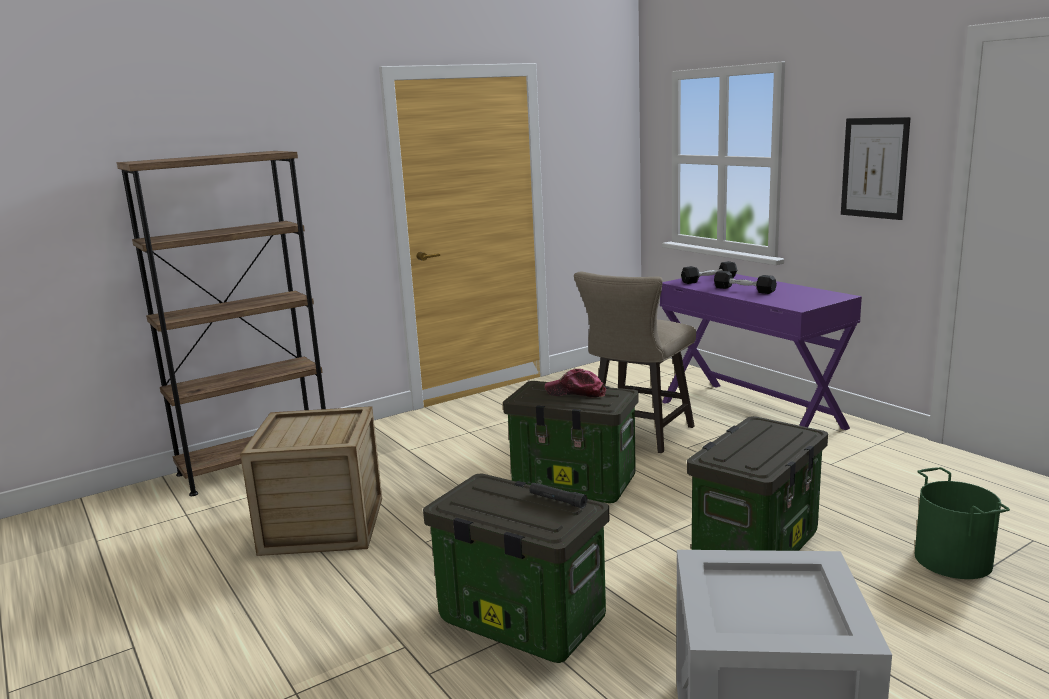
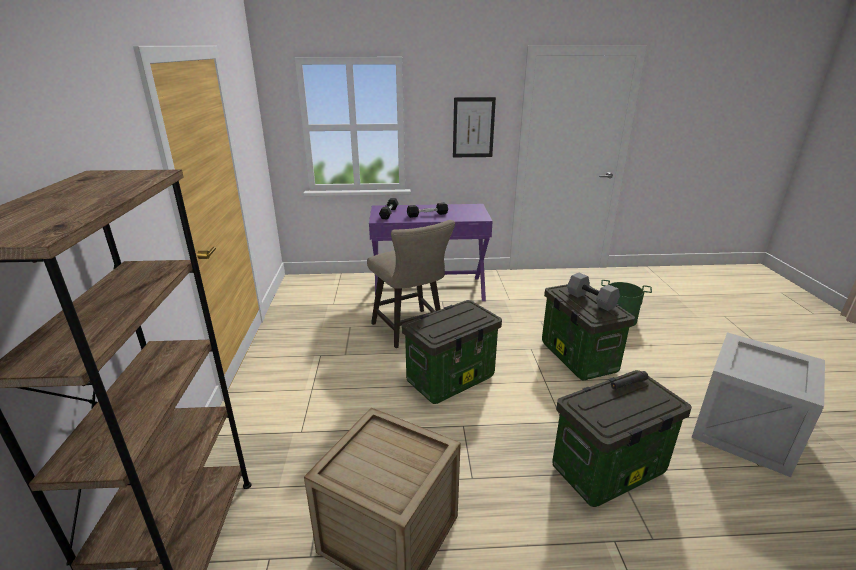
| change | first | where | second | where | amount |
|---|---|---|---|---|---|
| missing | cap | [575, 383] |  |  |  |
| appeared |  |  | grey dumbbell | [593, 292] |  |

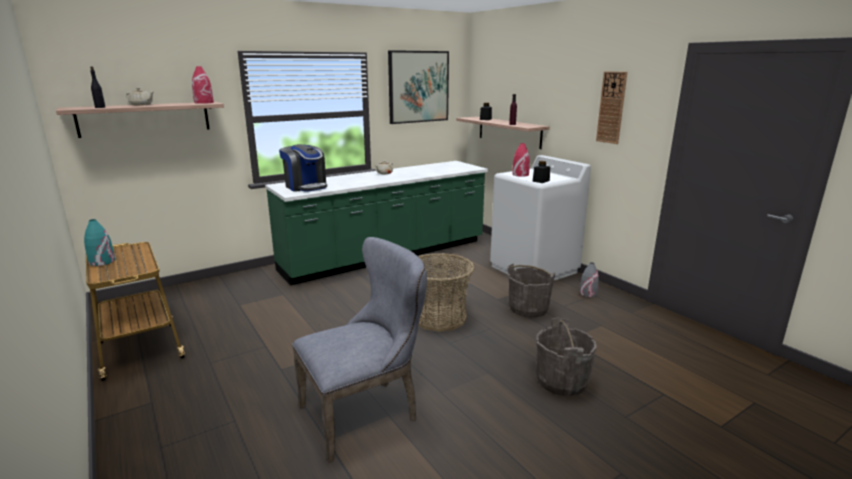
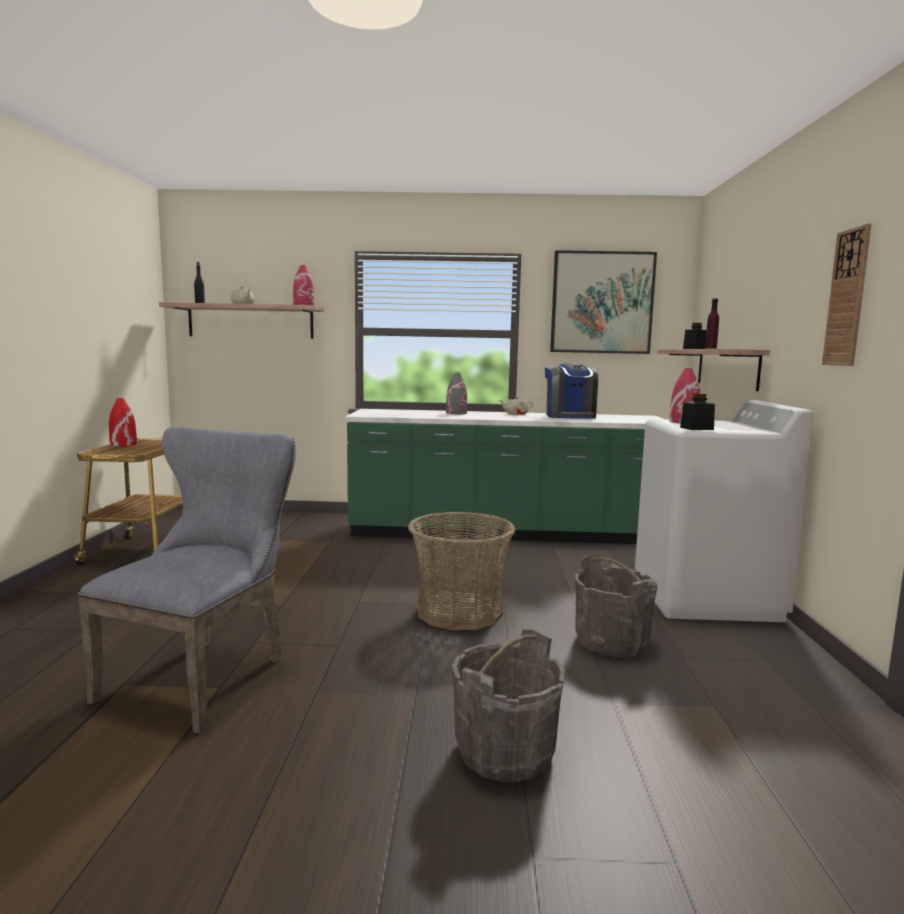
| change | first | where | second | where | amount |
|---|---|---|---|---|---|
| colour | turquoise vase | [100, 242] | red vase | [123, 422] |  |
| relocated | coffee machine | [303, 168] |  | [571, 390] |  |
| spun | grey chair | [359, 350] |  | [186, 580] | 75 degrees counterclockwise |
| relocated | grey vase | [589, 279] |  | [456, 393] |  |

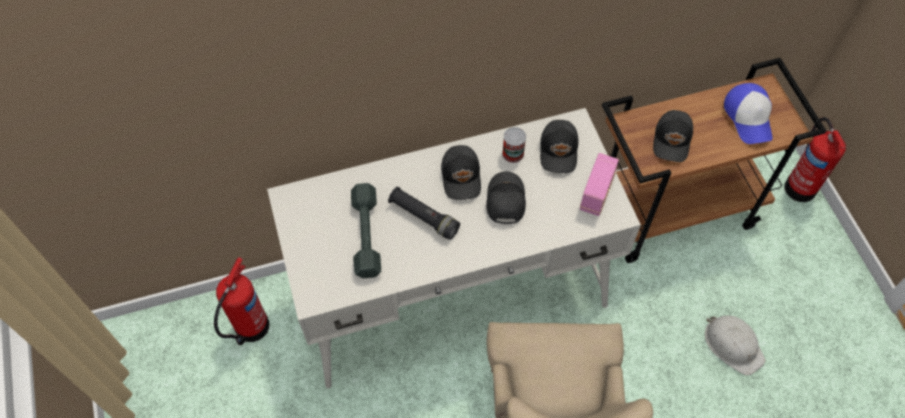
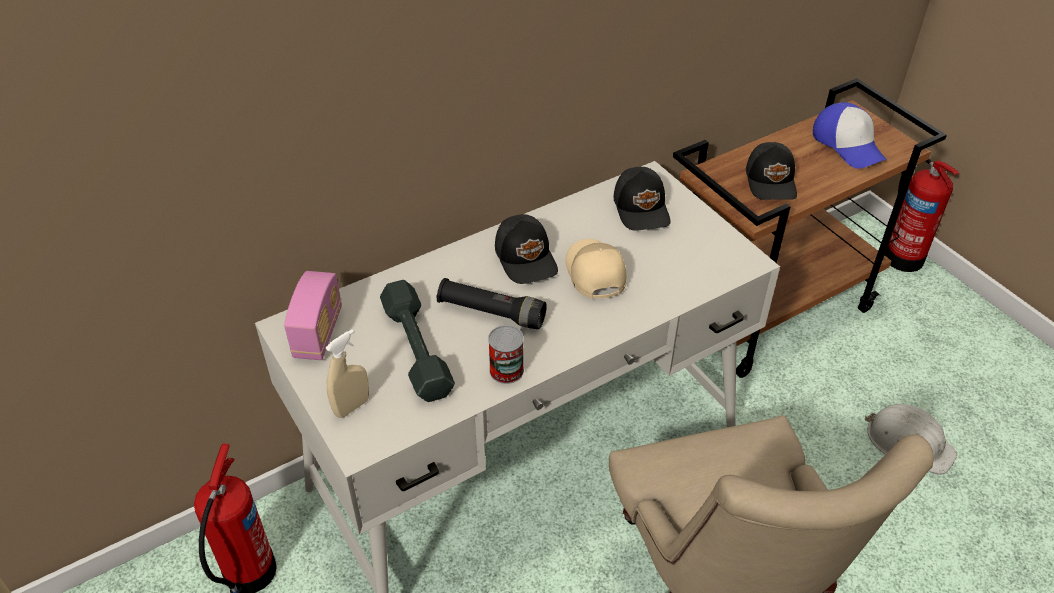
| change | first | where | second | where | amount |
|---|---|---|---|---|---|
| colour | black cap | [506, 198] | beige cap | [596, 269] |  |
| relocated | can | [514, 145] |  | [506, 354] |  |
| relocated | radio | [599, 184] |  | [313, 315] |  |
| appeared |  |  | beige spray bottle | [347, 373] |  |

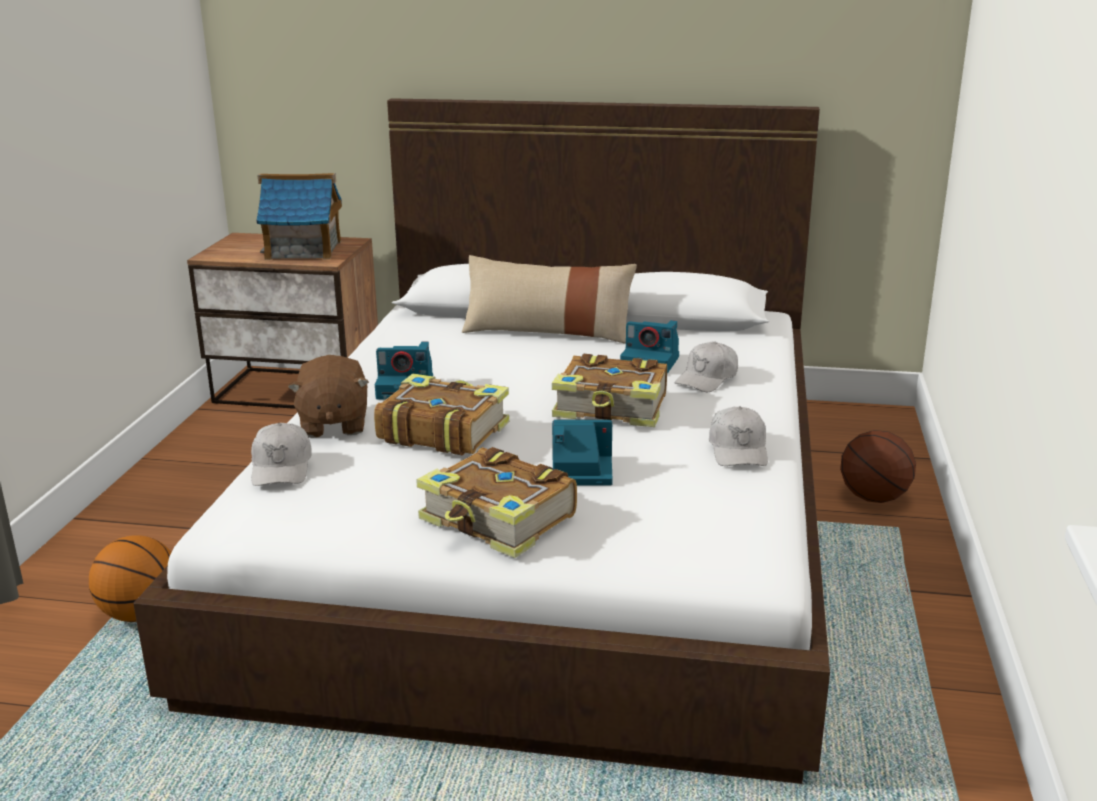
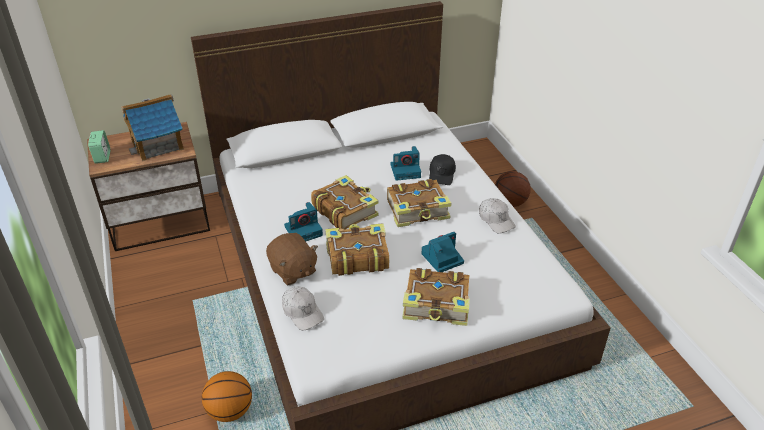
| change | first | where | second | where | amount |
|---|---|---|---|---|---|
| missing | beige pillow | [549, 299] |  |  |  |
| colour | white cap | [706, 367] | black cap | [442, 169] |  |
| appeared |  |  | alarm clock | [99, 147] |  |
| appeared |  |  | book | [345, 202] |  |

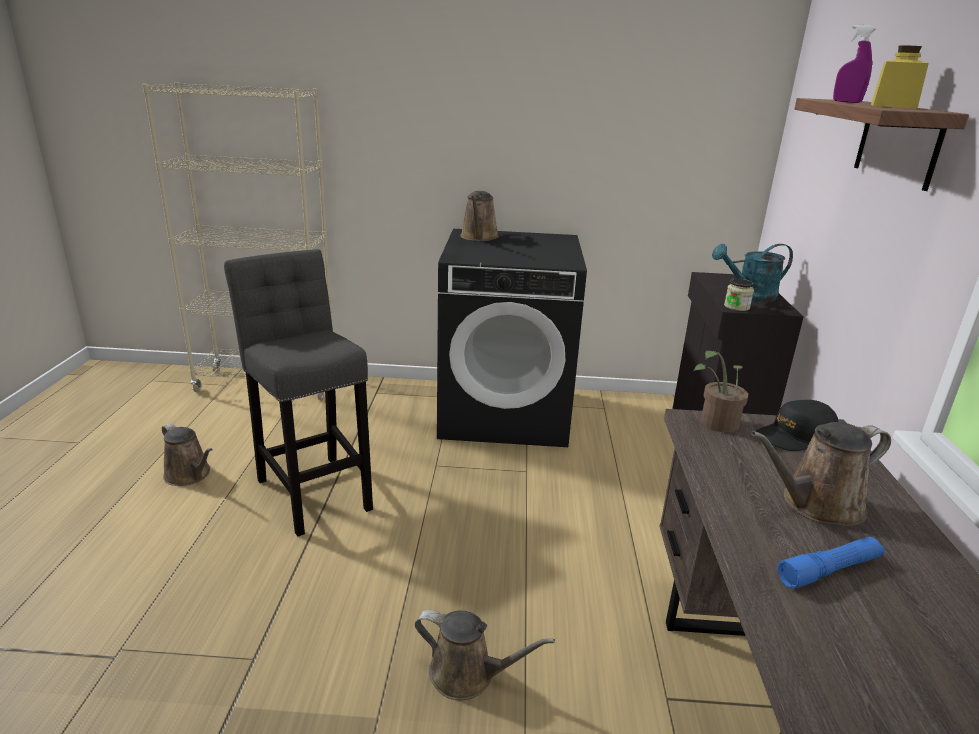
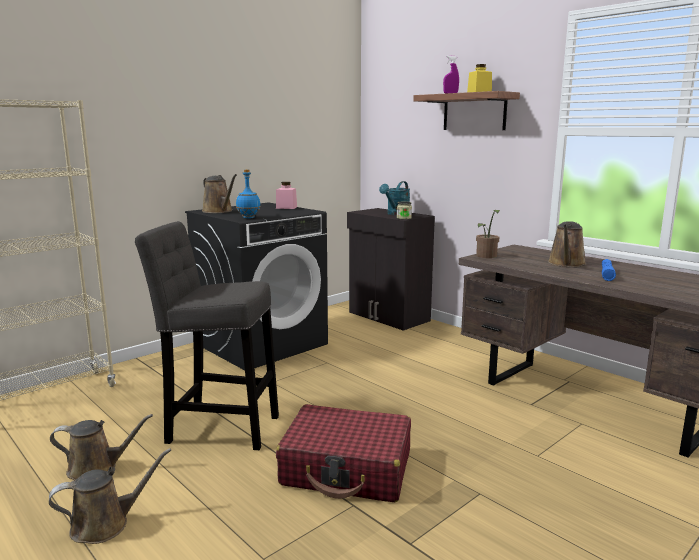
| change | first | where | second | where | amount |
|---|---|---|---|---|---|
| relocated | brown watering can | [485, 655] |  | [110, 496] |  |
| missing | black cap | [797, 425] |  |  |  |
| appeared |  |  | blue bottle | [248, 194] |  |
| appeared |  |  | pink jar | [286, 195] |  |
| appeared |  |  | red suitcase | [343, 453] |  |

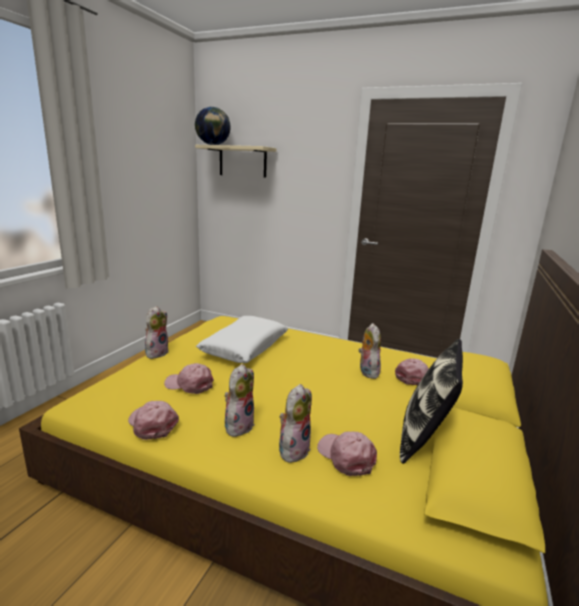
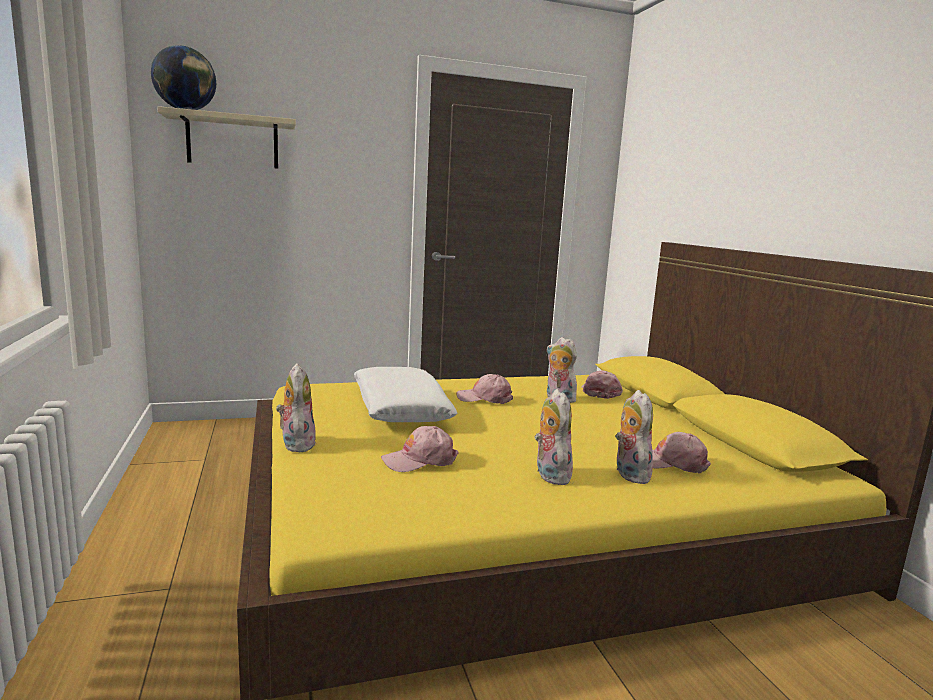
| change | first | where | second | where | amount |
|---|---|---|---|---|---|
| relocated | pink cap | [153, 420] |  | [485, 389] |  |
| missing | pillow | [431, 401] |  |  |  |

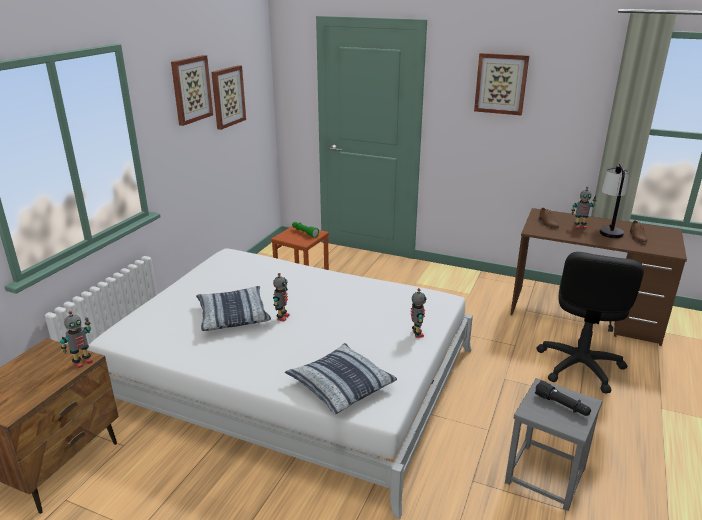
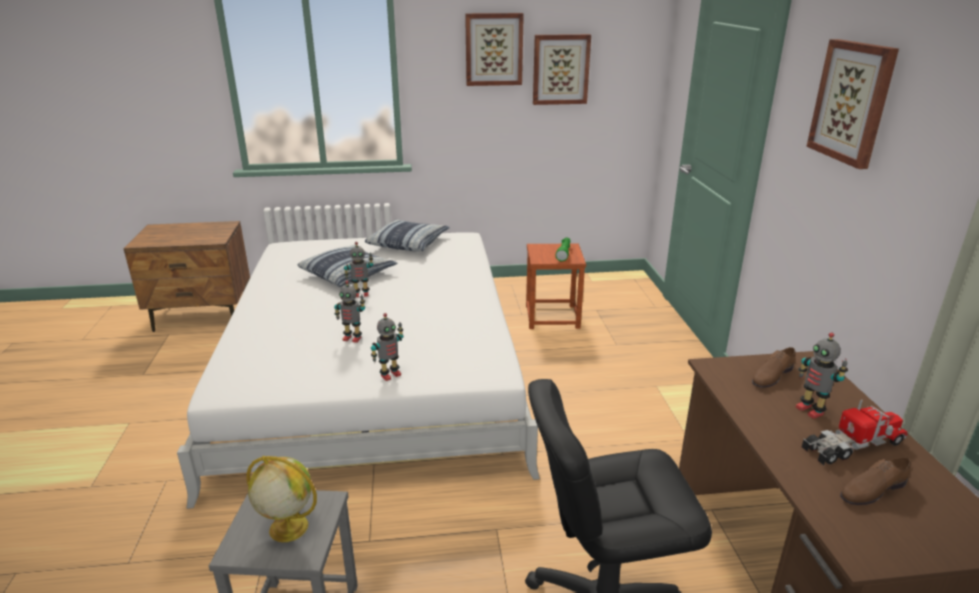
| change | first | where | second | where | amount |
|---|---|---|---|---|---|
| relocated | toy robot | [76, 339] |  | [349, 312] |  |
| relocated | pillow | [341, 378] |  | [407, 235] |  |
| exchanged | black flashlight | [563, 398] | globe | [281, 499] |  |
| exchanged | table lamp | [614, 201] | toy truck | [855, 432] |  |

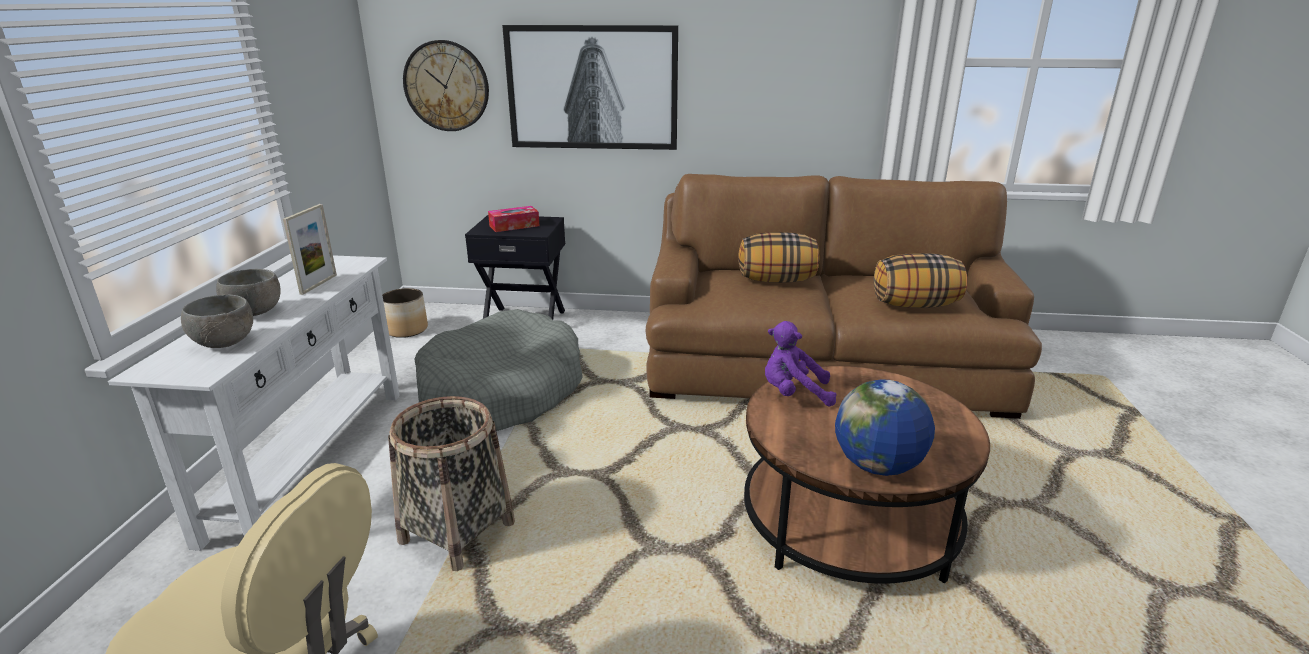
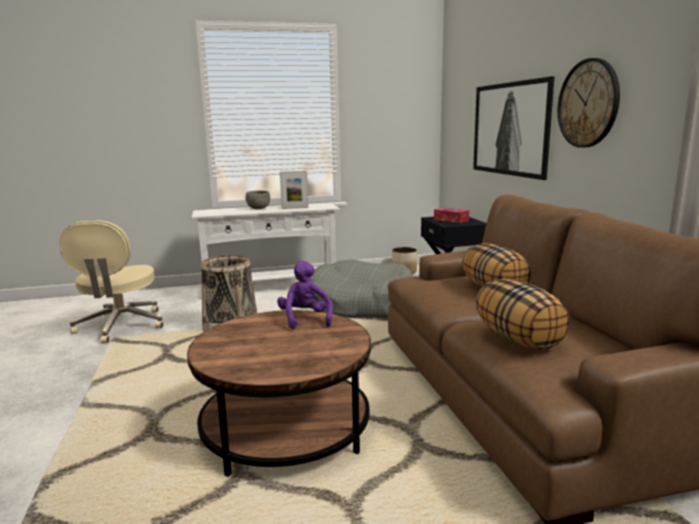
| change | first | where | second | where | amount |
|---|---|---|---|---|---|
| missing | grey bowl | [217, 321] |  |  |  |
| relocated | wall clock | [446, 85] |  | [589, 103] |  |
| missing | globe | [885, 428] |  |  |  |

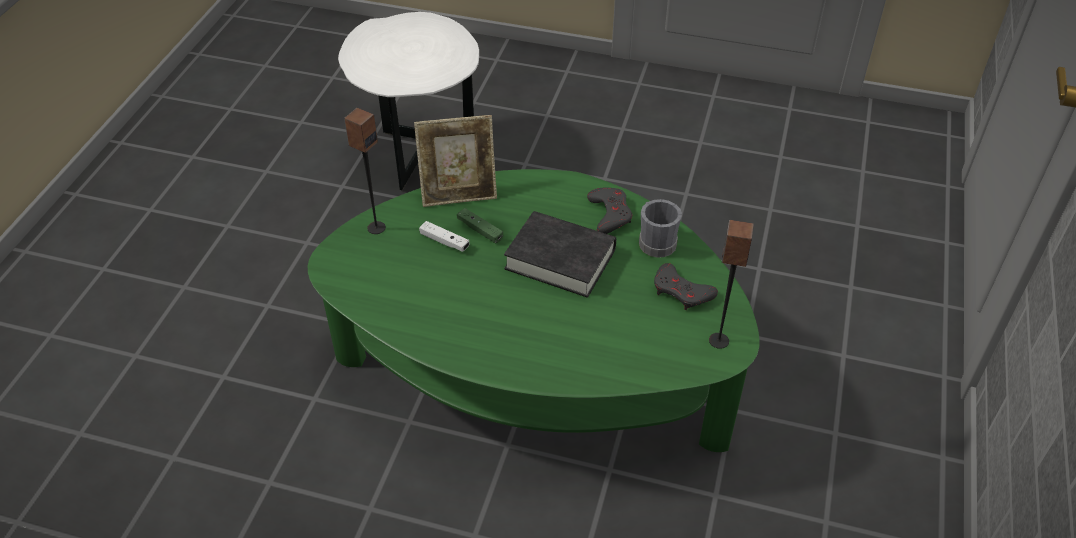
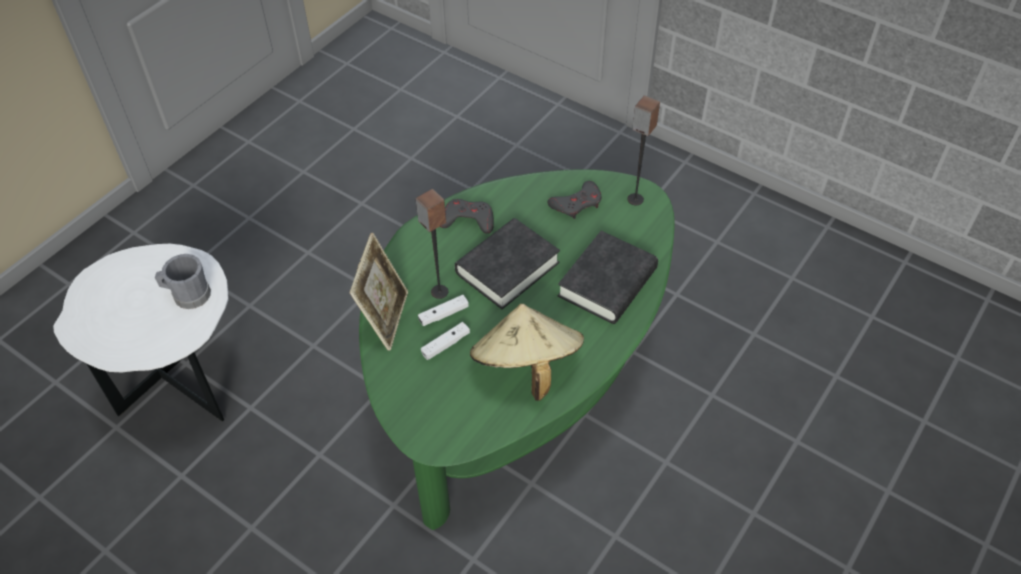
| change | first | where | second | where | amount |
|---|---|---|---|---|---|
| relocated | speaker | [365, 171] |  | [432, 244] |  |
| colour | green game controller | [480, 225] | white game controller | [443, 310] |  |
| relocated | grey mug | [660, 228] |  | [183, 281] |  |
| appeared |  |  | beige hat | [527, 352] |  |
| appeared |  |  | black book | [608, 277] |  |

